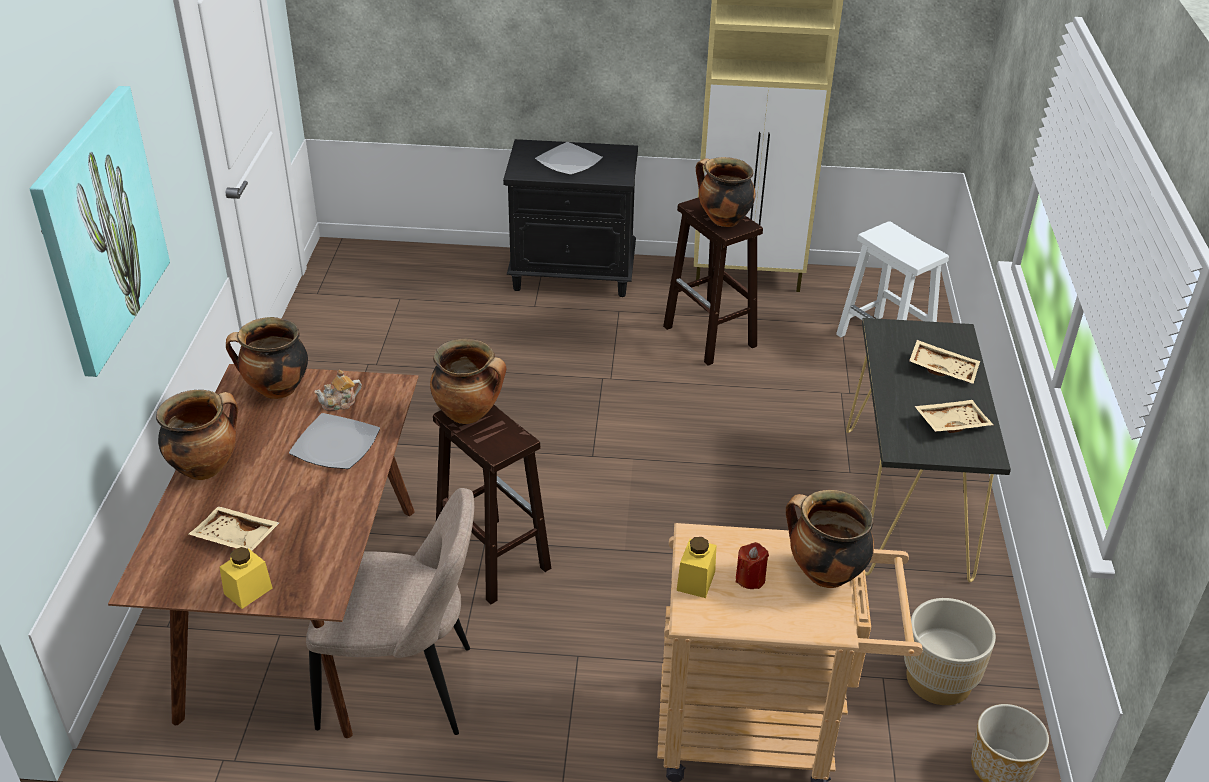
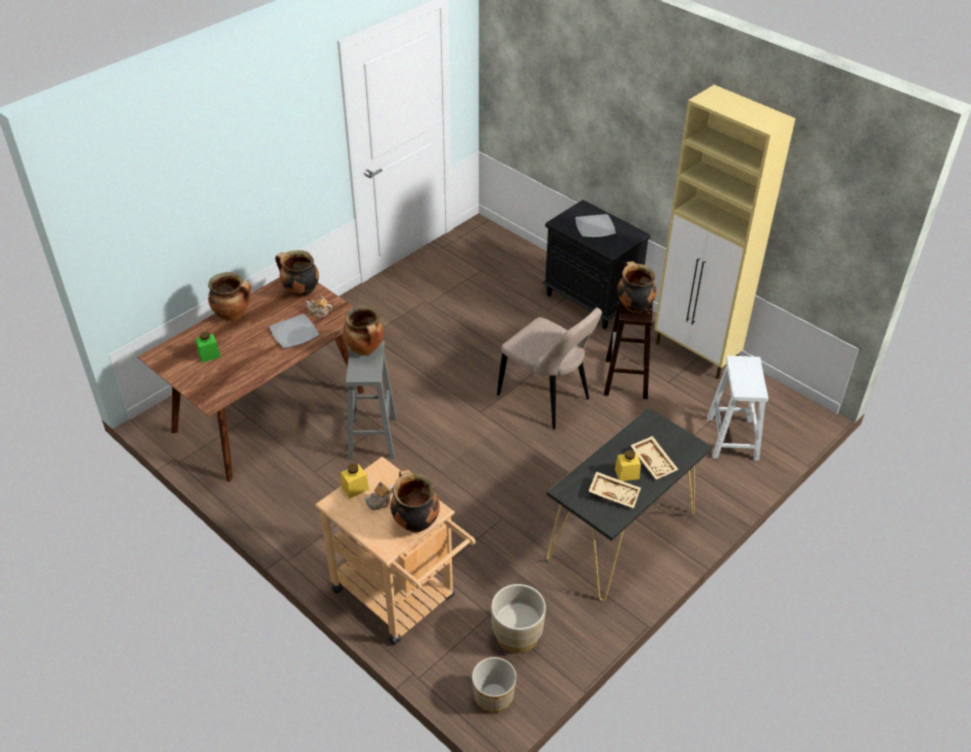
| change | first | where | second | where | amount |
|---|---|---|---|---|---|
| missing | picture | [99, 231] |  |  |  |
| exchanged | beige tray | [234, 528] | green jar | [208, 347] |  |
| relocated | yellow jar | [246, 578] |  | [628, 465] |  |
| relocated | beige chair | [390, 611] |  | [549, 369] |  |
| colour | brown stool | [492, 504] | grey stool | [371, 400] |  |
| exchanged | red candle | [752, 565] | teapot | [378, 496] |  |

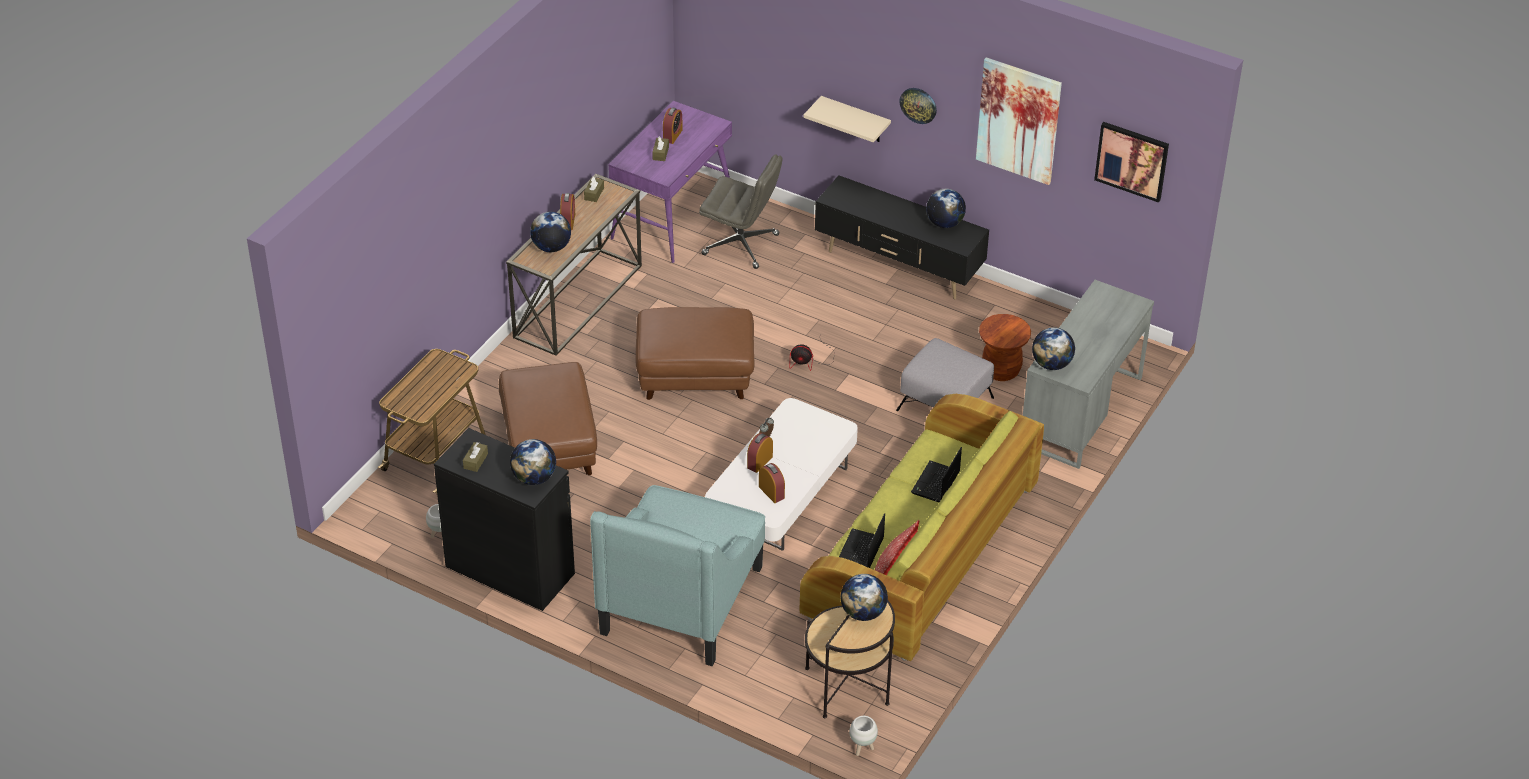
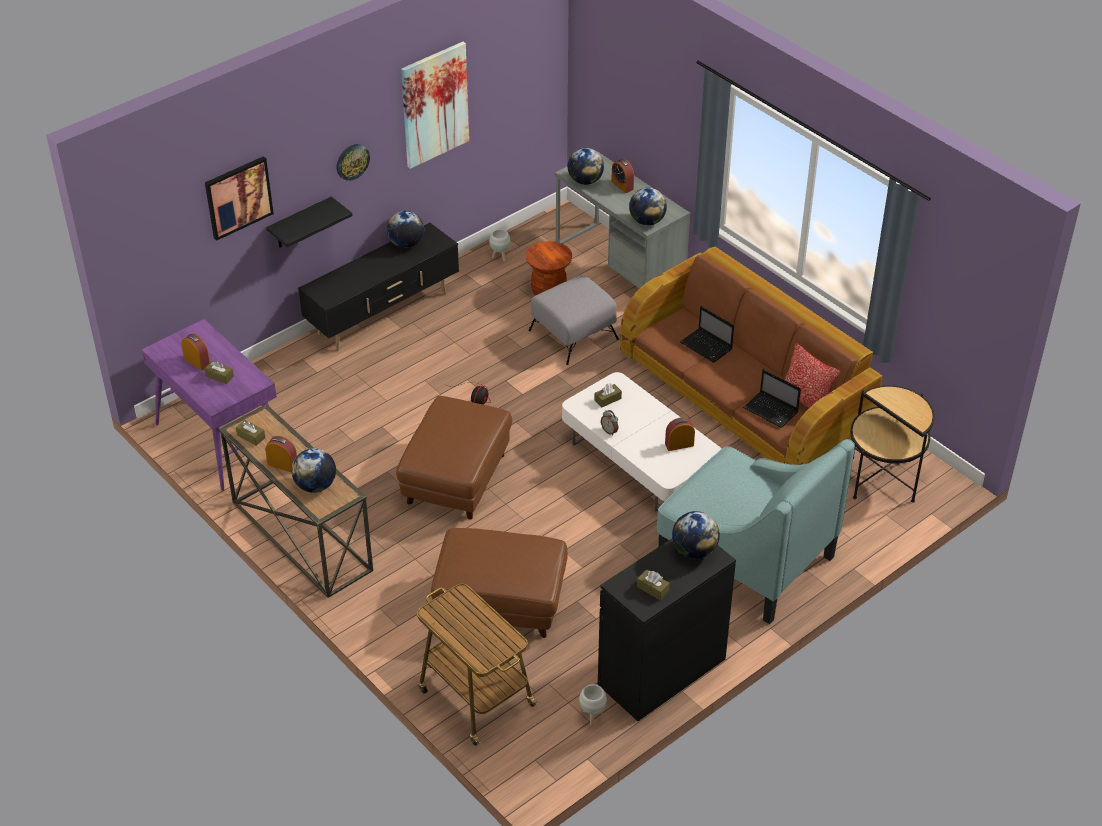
| change | first | where | second | where | amount |
|---|---|---|---|---|---|
| missing | grey office chair | [741, 211] |  |  |  |
| relocated | alarm clock | [760, 453] |  | [622, 176] |  |
| colour | green sofa | [922, 527] | brown sofa | [751, 356] |  |
| colour | beige shelf | [847, 119] | black shelf | [309, 222] |  |
| relocated | globe | [864, 597] |  | [586, 166] |  |
| relocated | white planter | [863, 736] |  | [500, 245] |  |
| relocated | picture | [1131, 162] |  | [239, 198] |  |
| appeared |  |  | brown tissue box | [608, 395] |  |

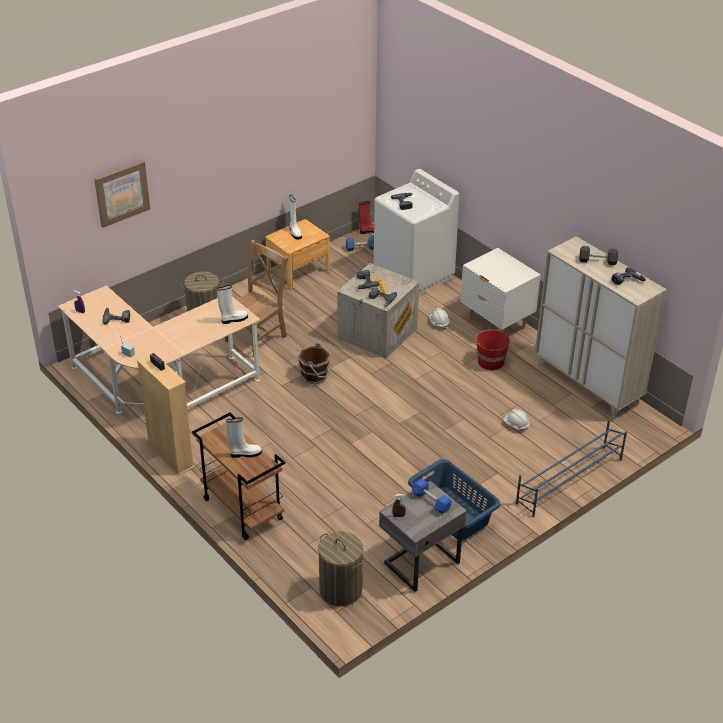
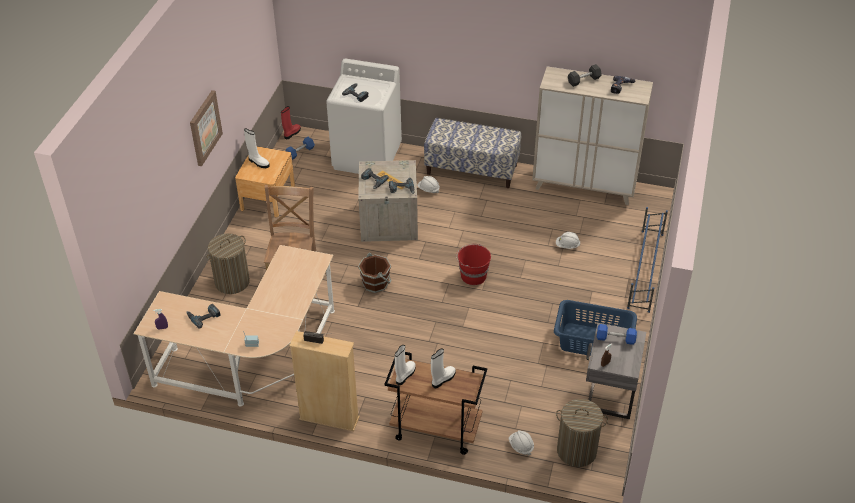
| change | first | where | second | where | amount |
|---|---|---|---|---|---|
| relocated | picture | [122, 194] |  | [206, 128] |  |
| relocated | white boot | [232, 304] |  | [405, 365] |  |
| exchanged | white nightstand | [500, 290] | bench | [472, 153] |  |
| relocated | red bucket | [492, 350] |  | [473, 264] |  |
| appeared |  |  | white hard hat | [521, 443] |  |

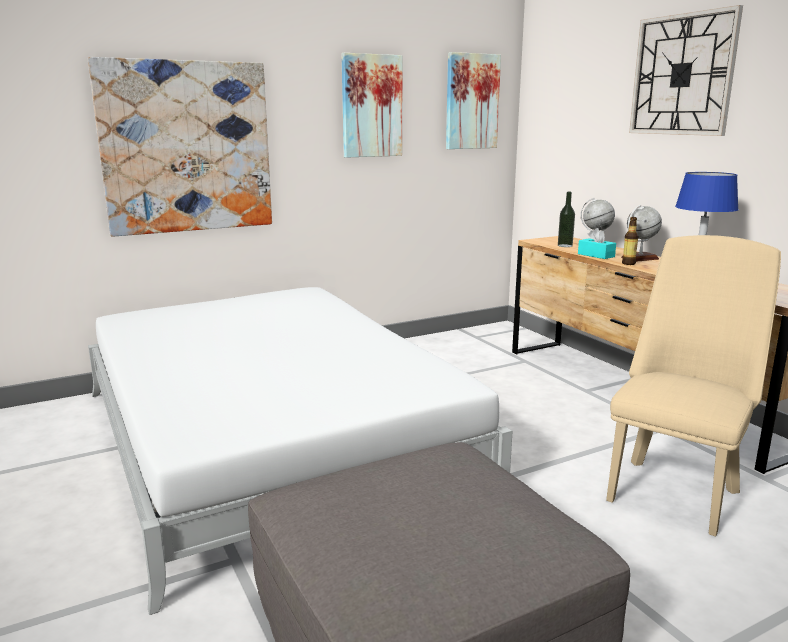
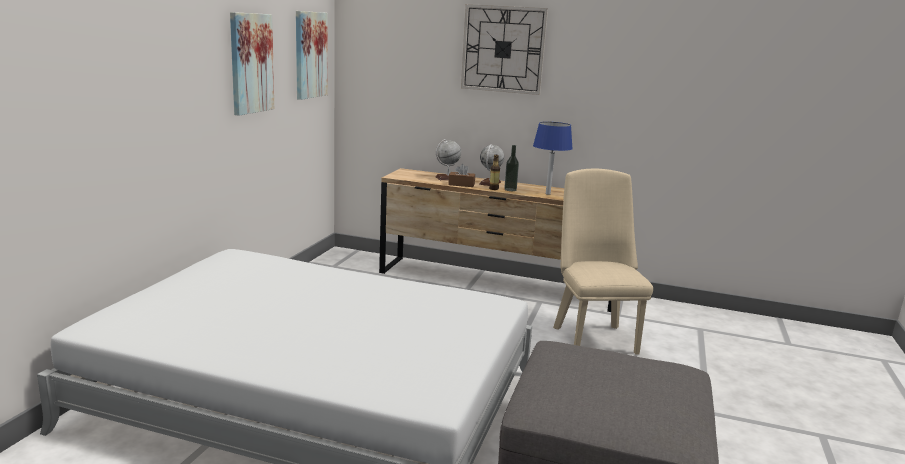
| change | first | where | second | where | amount |
|---|---|---|---|---|---|
| missing | picture | [180, 147] |  |  |  |
| relocated | bottle | [566, 219] |  | [511, 168] |  |
| colour | turquoise tissue box | [597, 243] | brown tissue box | [461, 175] |  |

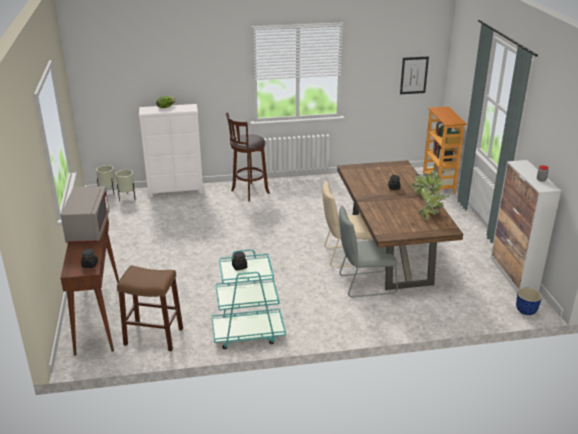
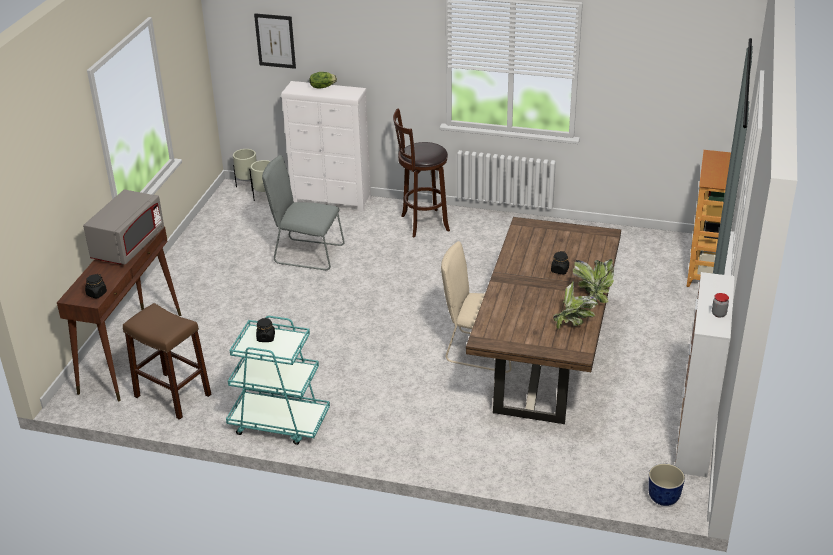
| change | first | where | second | where | amount |
|---|---|---|---|---|---|
| relocated | grey chair | [368, 251] |  | [303, 212] |  |
| relocated | picture | [414, 75] |  | [275, 41] |  |

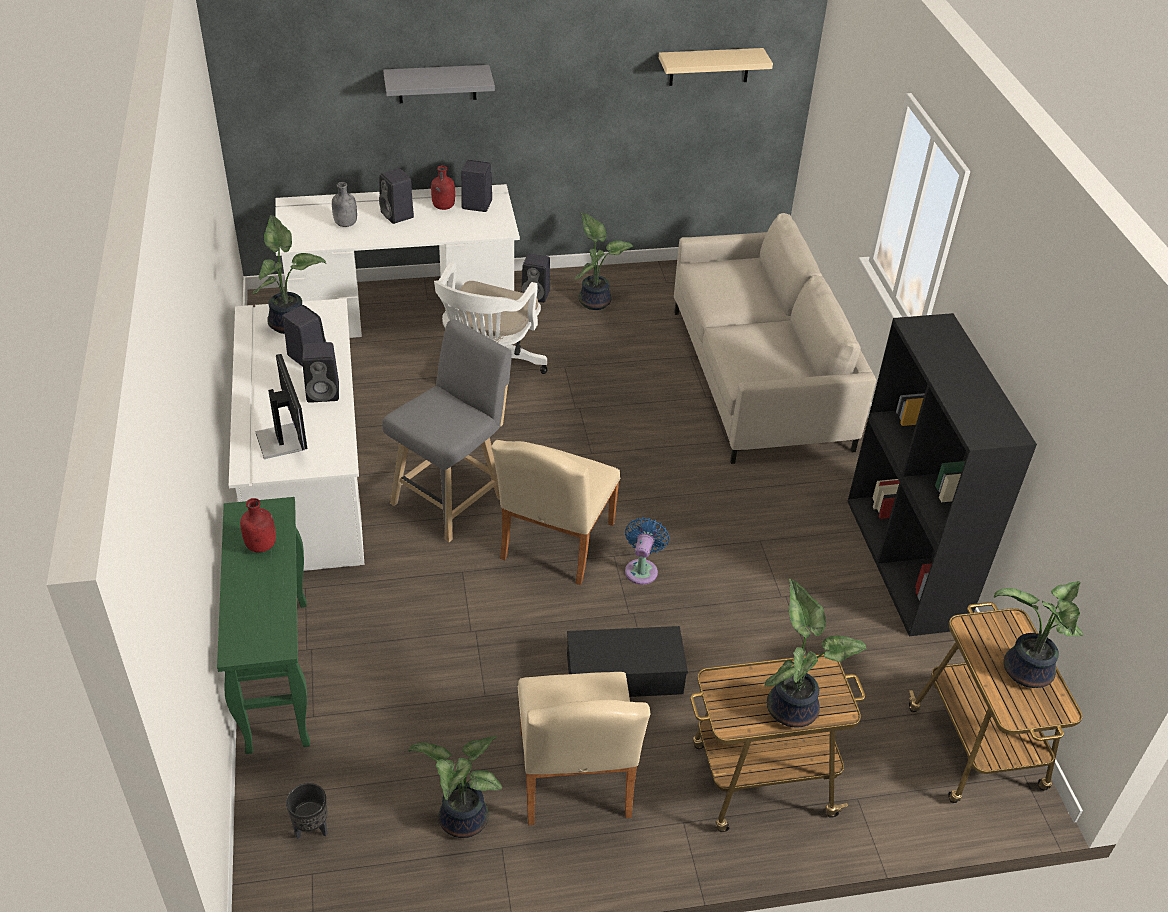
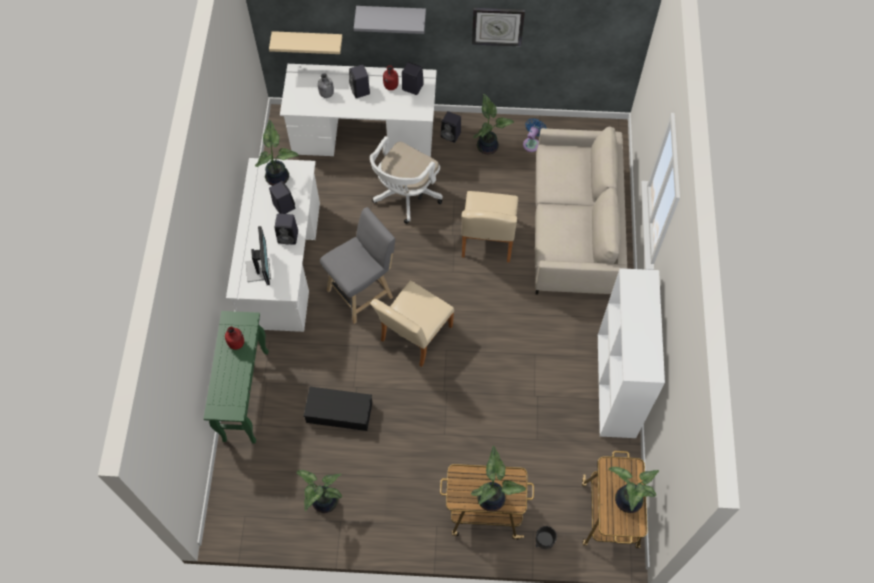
| change | first | where | second | where | amount |
|---|---|---|---|---|---|
| relocated | black planter | [307, 811] |  | [546, 537] |  |
| relocated | beige chair | [584, 748] |  | [490, 227] |  |
| relocated | black storage box | [627, 661] |  | [338, 409] |  |
| relocated | blue fan | [647, 551] |  | [535, 135] |  |
| relocated | beige shelf | [716, 67] |  | [305, 42] |  |
| colour | black bookcase | [942, 474] | white bookcase | [631, 353] |  |
| appeared |  |  | wall clock | [498, 27] |  |

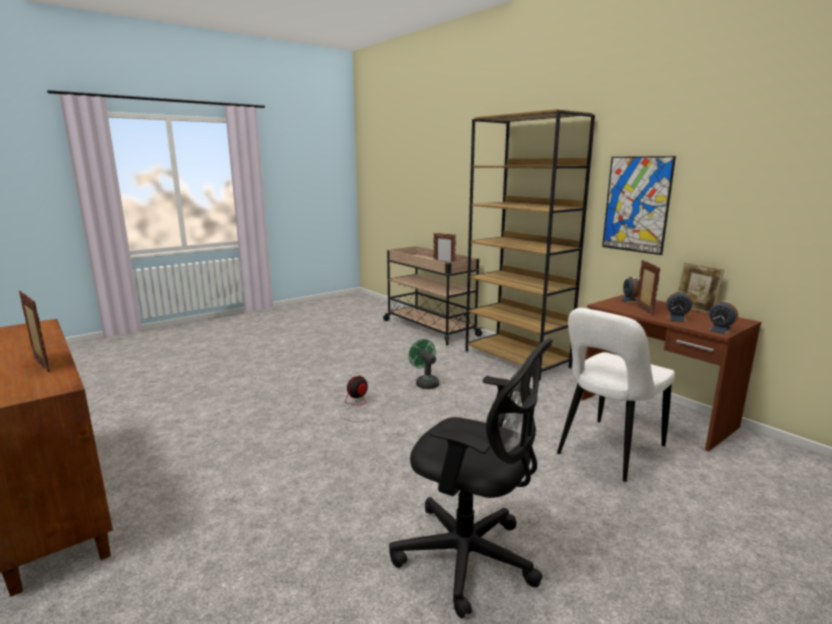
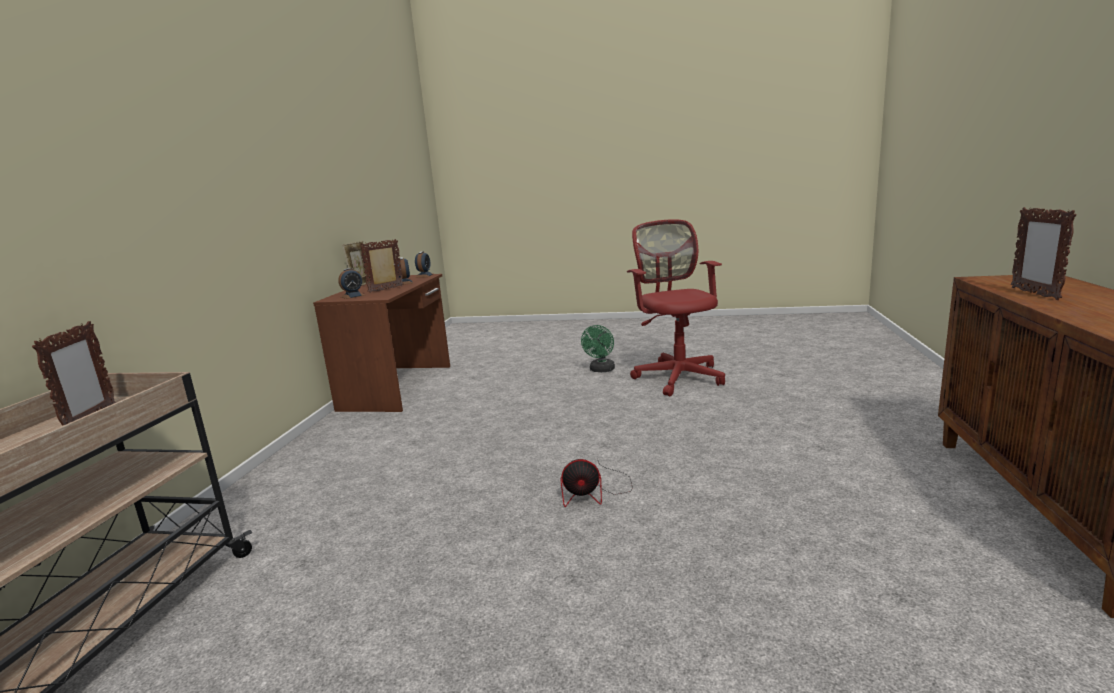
| change | first | where | second | where | amount |
|---|---|---|---|---|---|
| colour | black office chair | [471, 478] | red office chair | [676, 307] |  |
| relocated | green fan | [423, 364] |  | [598, 348] |  |
| missing | brown bookcase | [530, 245] |  |  |  |
| missing | white chair | [616, 395] |  |  |  |
| missing | picture | [639, 205] |  |  |  |

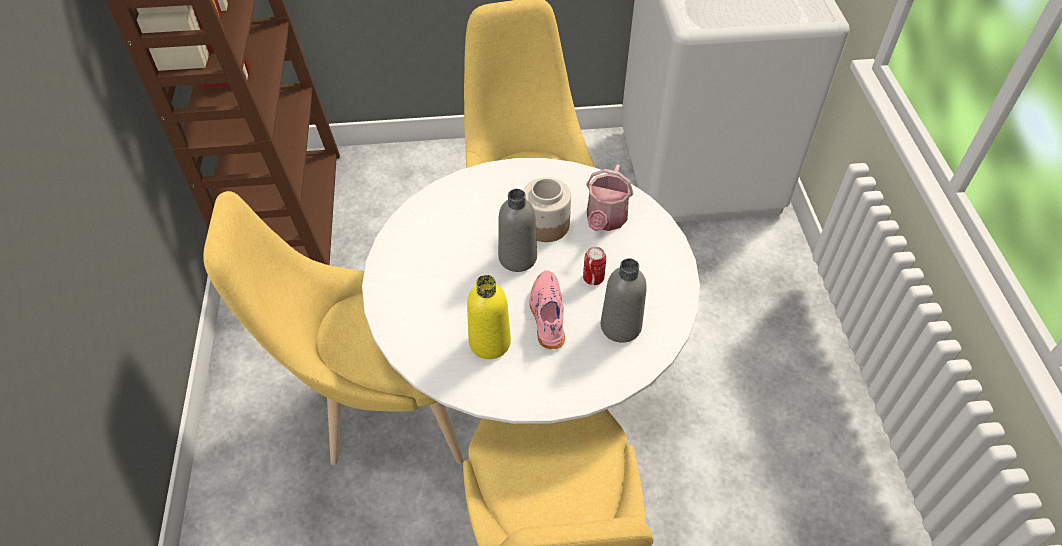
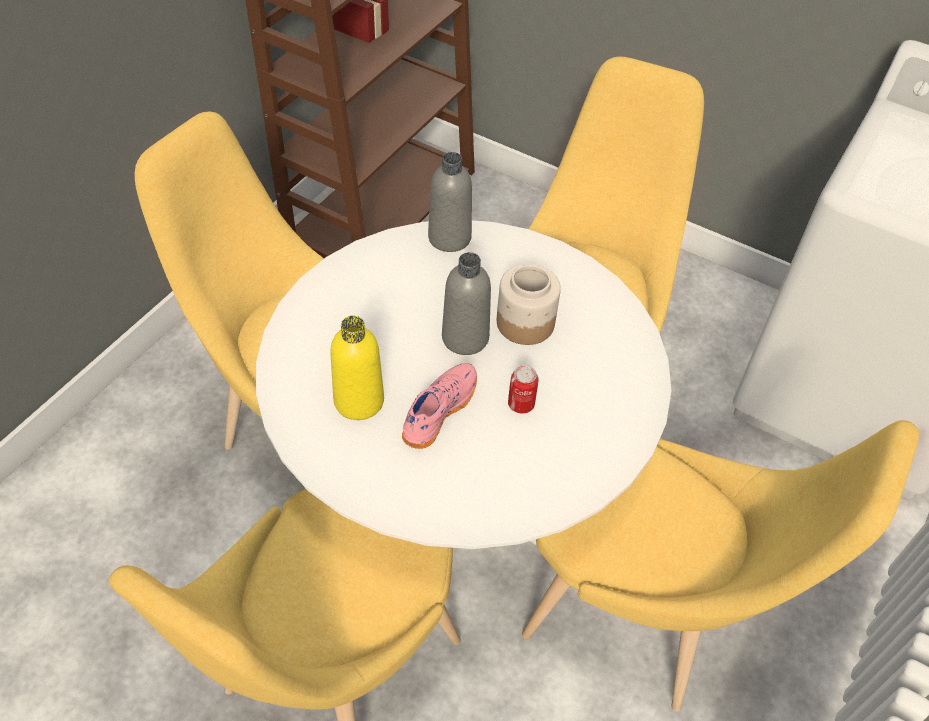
| change | first | where | second | where | amount |
|---|---|---|---|---|---|
| missing | watering can | [609, 198] |  |  |  |
| relocated | grey bottle | [624, 300] |  | [450, 202] |  |
| appeared |  |  | yellow chair | [720, 566] |  |

